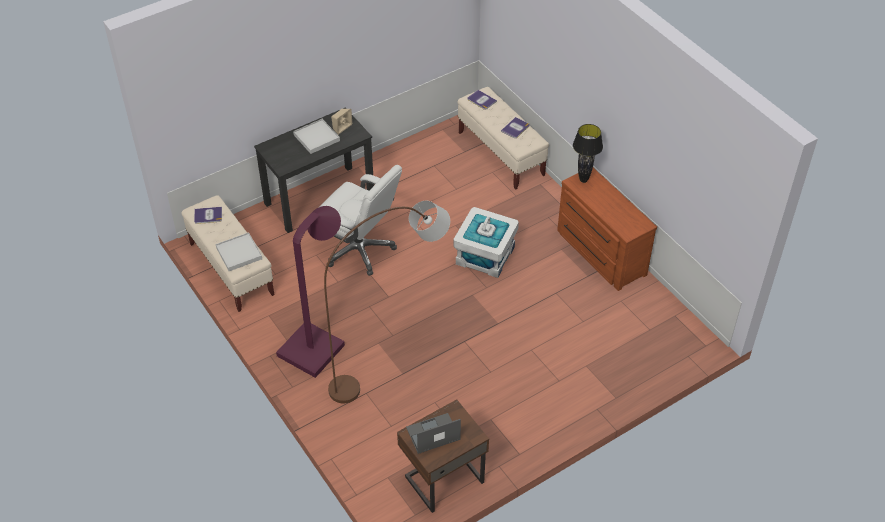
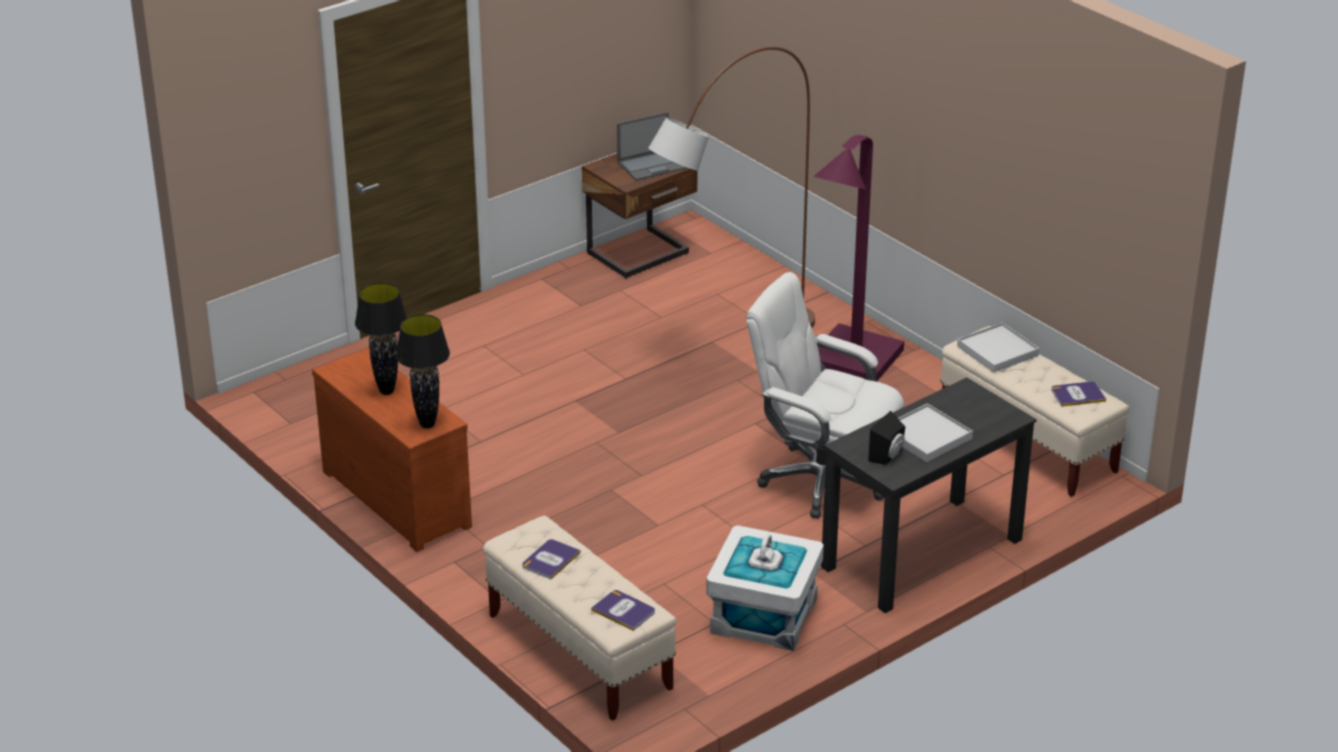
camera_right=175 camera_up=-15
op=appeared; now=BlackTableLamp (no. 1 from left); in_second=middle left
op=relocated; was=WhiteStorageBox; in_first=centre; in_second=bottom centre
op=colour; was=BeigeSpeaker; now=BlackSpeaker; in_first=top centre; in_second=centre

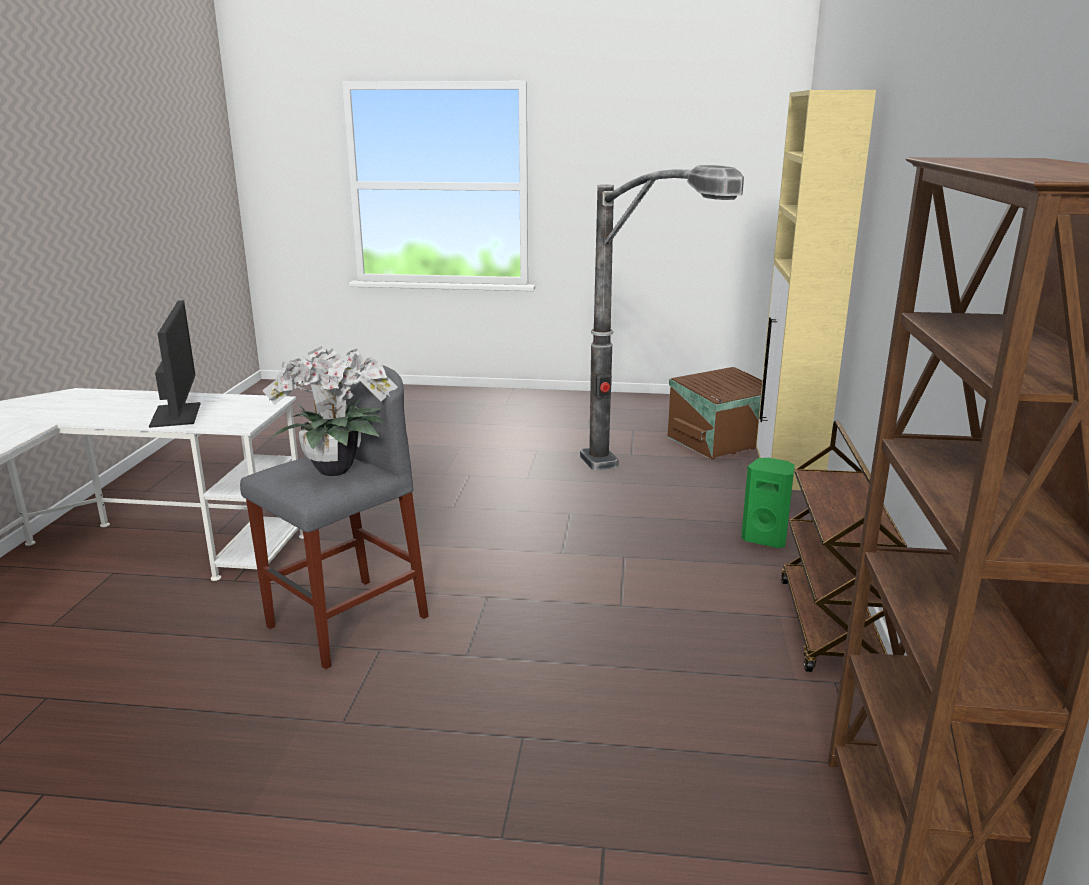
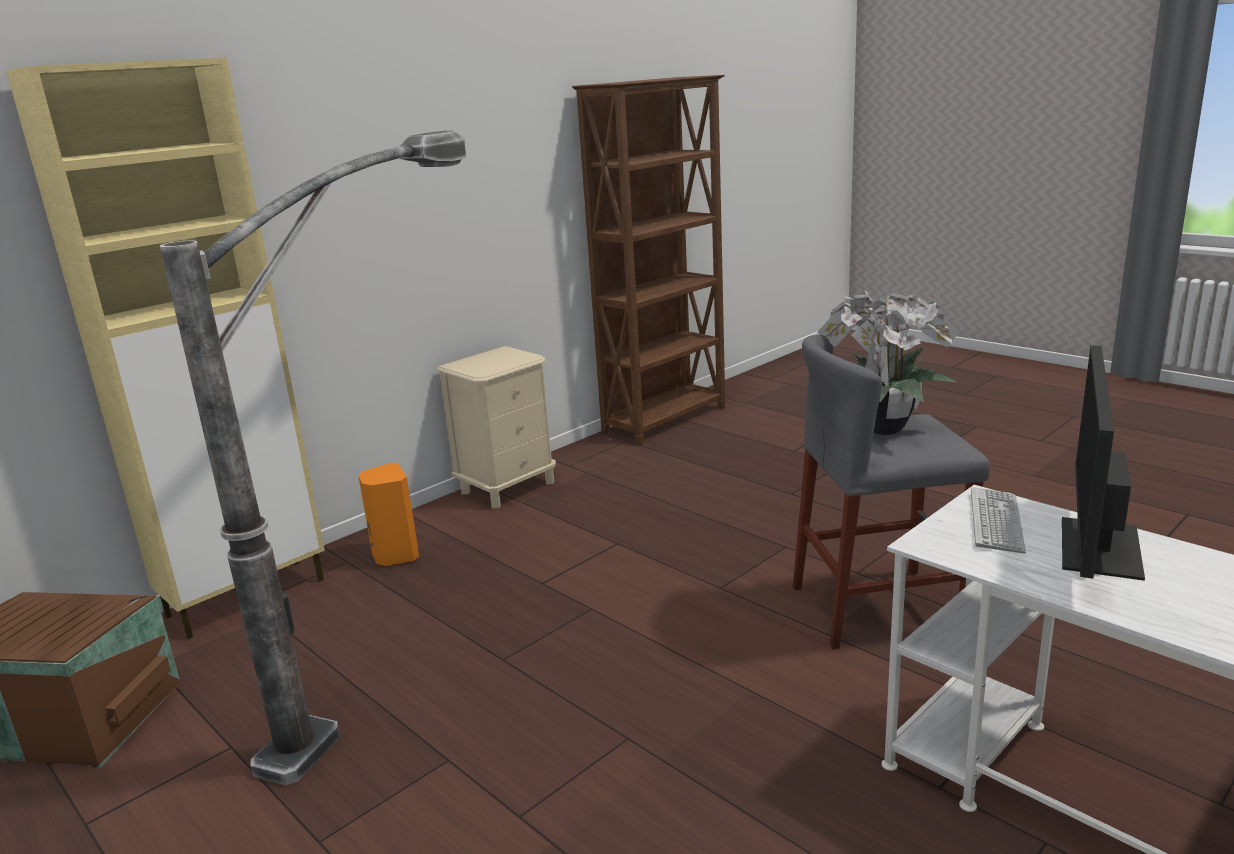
camera_right=-140 camera_up=0
op=colour; was=GreenSpeaker; now=OrangeSpeaker; in_first=middle right; in_second=middle left
op=exchanged; was=BrownCart; now=BeigeNightstand; in_first=middle right; in_second=centre
op=appeared; now=Keyboard; in_second=middle right

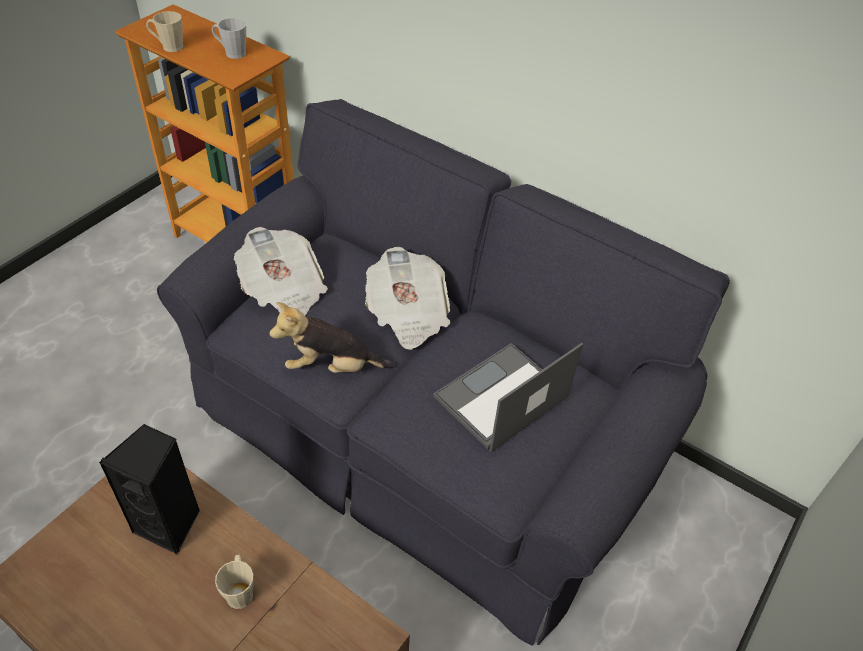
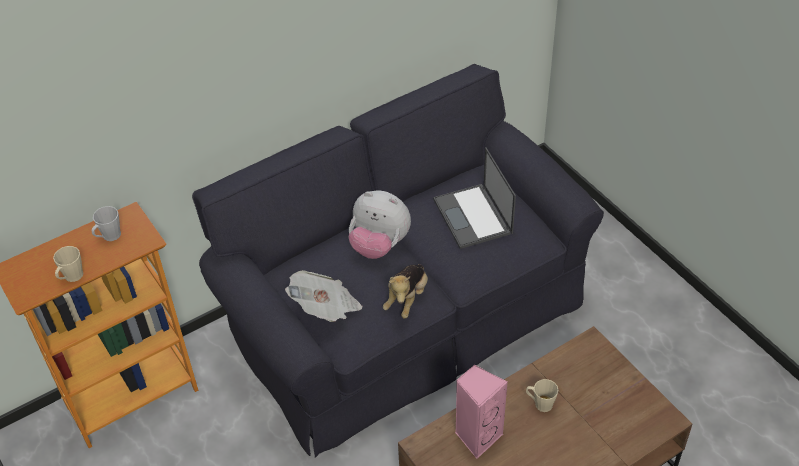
camera_right=-65 camera_up=0
op=exchanged; was=Newspaper (no. 2 from left); now=PlushToy (no. 1 from left); in_first=centre; in_second=centre
op=colour; was=BlackSpeaker; now=PinkSpeaker; in_first=bottom left; in_second=bottom centre

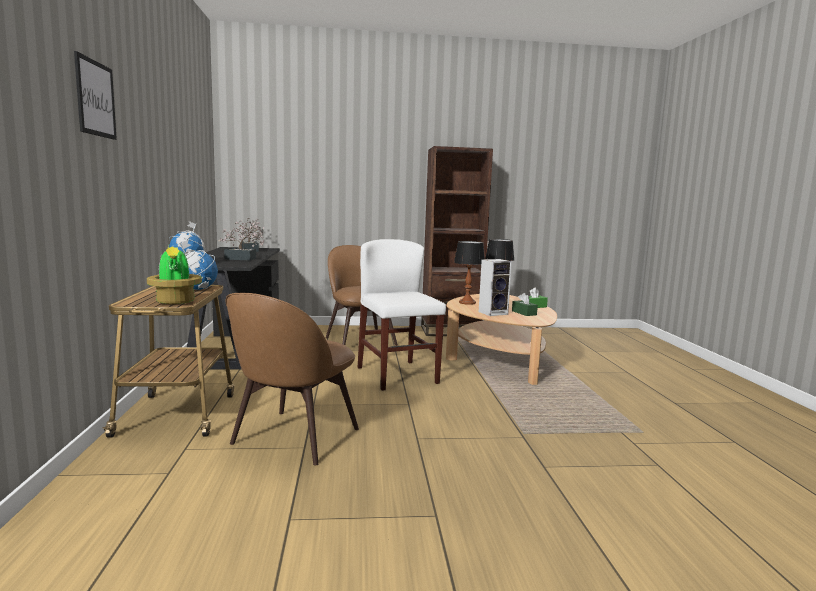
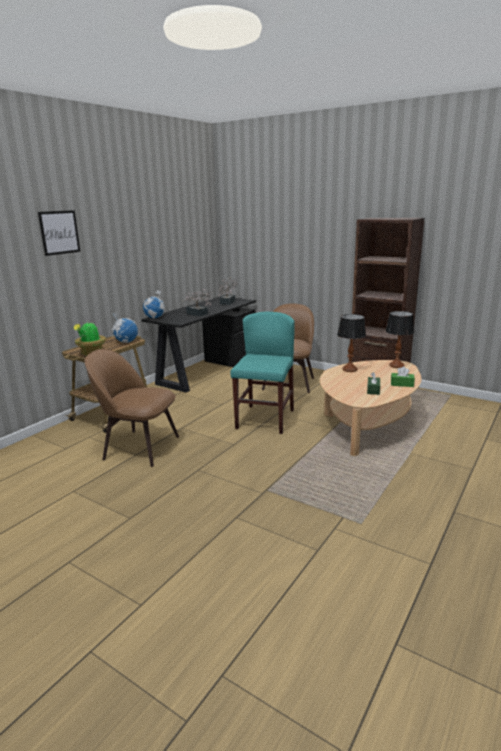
camera_right=40 camera_up=10
op=spun; was=BrownChair (no. 1 from left); in_first=centre; in_second=middle left; clockwise=45
op=colour; was=WhiteChair; now=TurquoiseChair; in_first=centre; in_second=centre
op=missing; was=Speaker; in_first=centre

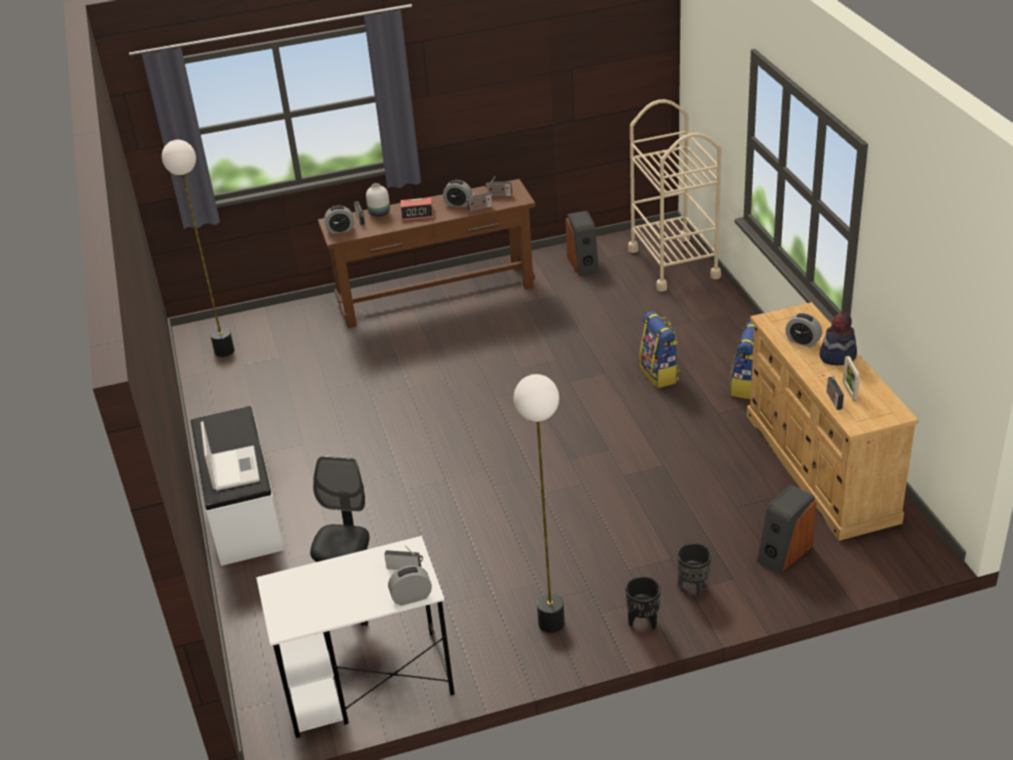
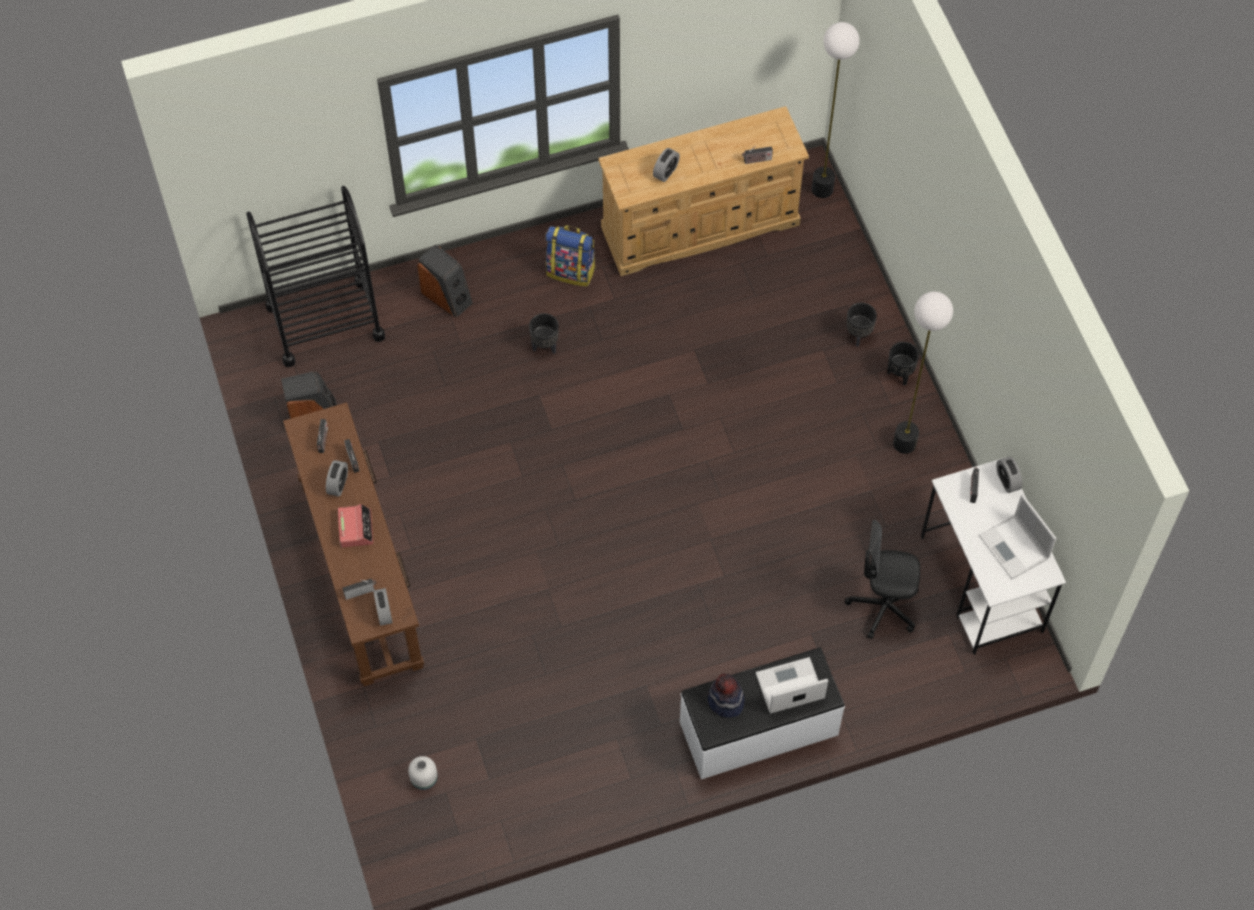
camera_right=-95 camera_up=25
op=colour; was=BeigeCart; now=BlackCart; in_first=top centre; in_second=top left
op=relocated; was=WhiteVase; in_first=top centre; in_second=bottom centre
op=relocated; was=Speaker (no. 2 from left); in_first=bottom right; in_second=top centre
op=exchanged; was=Backpack (no. 1 from left); now=BlackPlanter (no. 1 from left); in_first=centre; in_second=centre
op=relocated; was=Hat; in_first=middle right; in_second=bottom centre
op=relocated; was=FloorLamp (no. 1 from left); in_first=top left; in_second=top right
op=appeared; now=Laptop (no. 2 from left); in_second=middle right
op=missing; was=PictureFrame; in_first=middle right

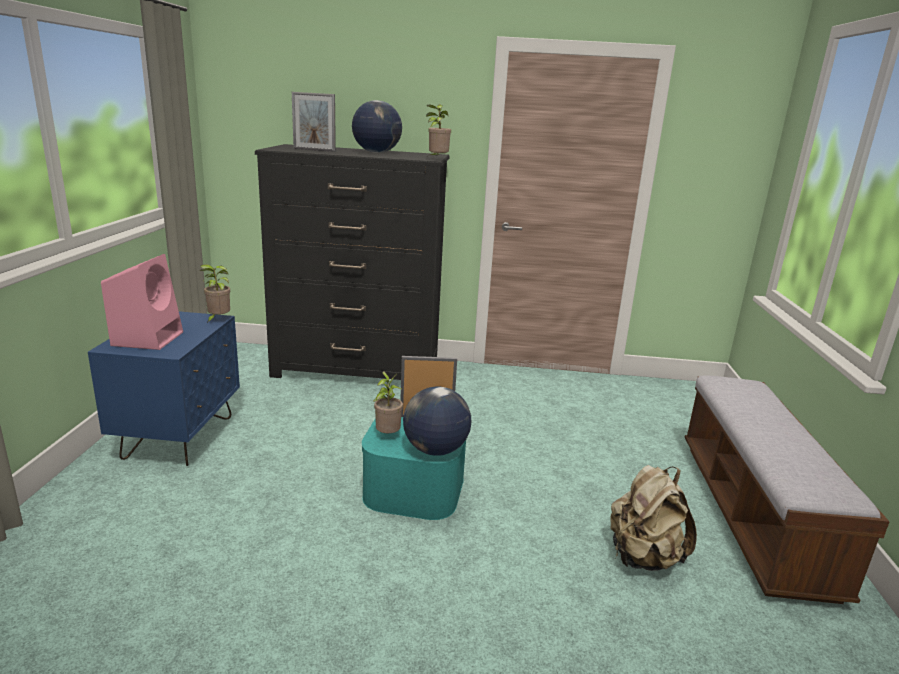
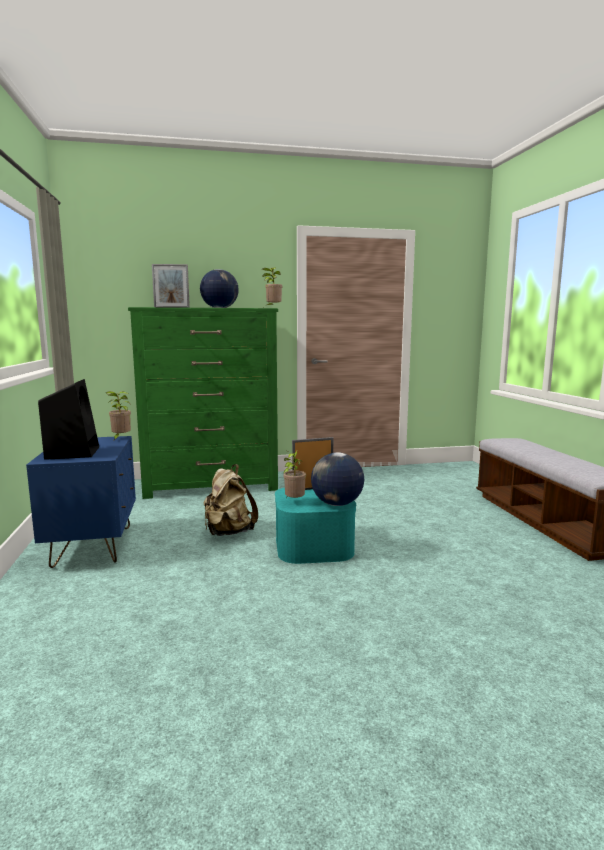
camera_right=-15 camera_up=-10
op=colour; was=PinkSpeaker; now=BlackSpeaker; in_first=middle left; in_second=middle left
op=colour; was=BlackDresser; now=GreenDresser; in_first=centre; in_second=centre
op=relocated; was=BeigeBackpack; in_first=bottom right; in_second=centre

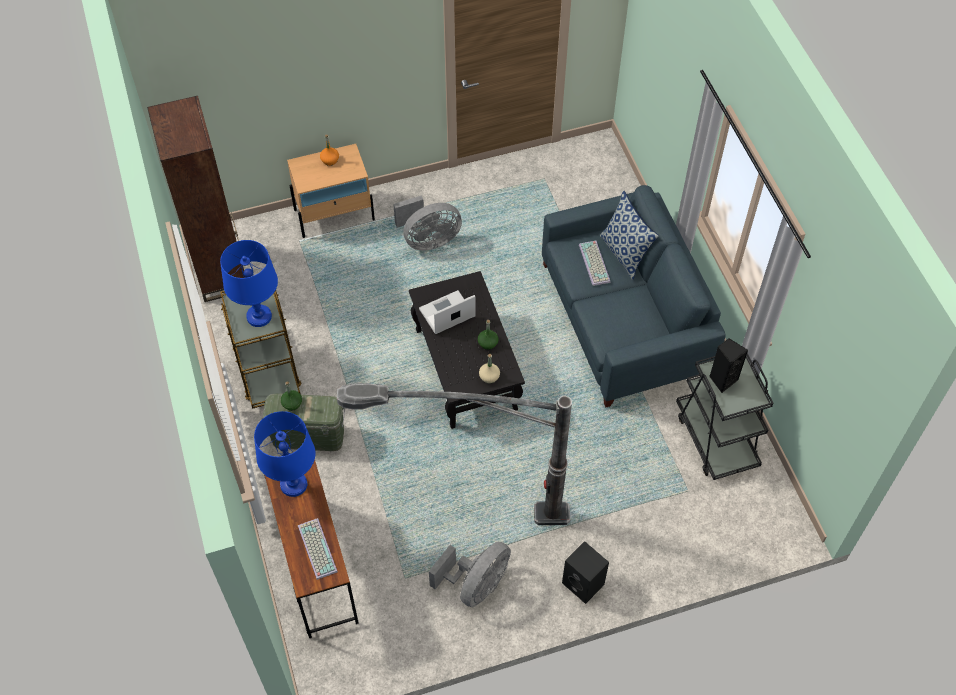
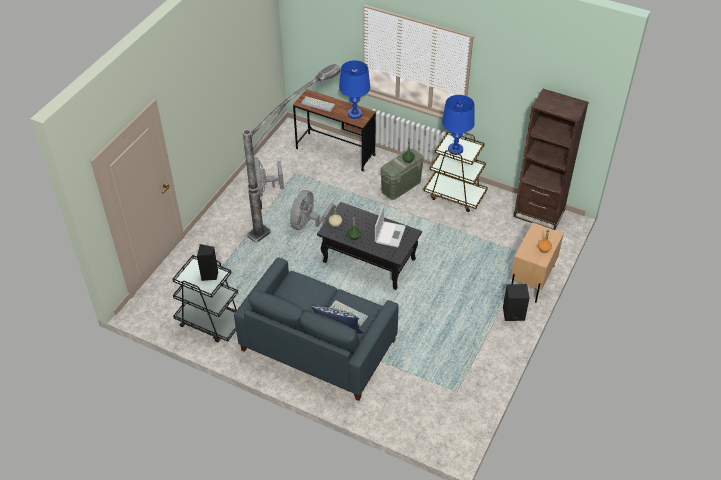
camera_right=135 camera_up=-10
op=relocated; was=GreyFan (no. 1 from left in the first image); now=GreyFan (no. 2 from left); in_first=top centre; in_second=centre
op=relocated; was=BlackSpeaker (no. 1 from left in the first image); now=BlackSpeaker (no. 2 from left); in_first=bottom centre; in_second=middle right

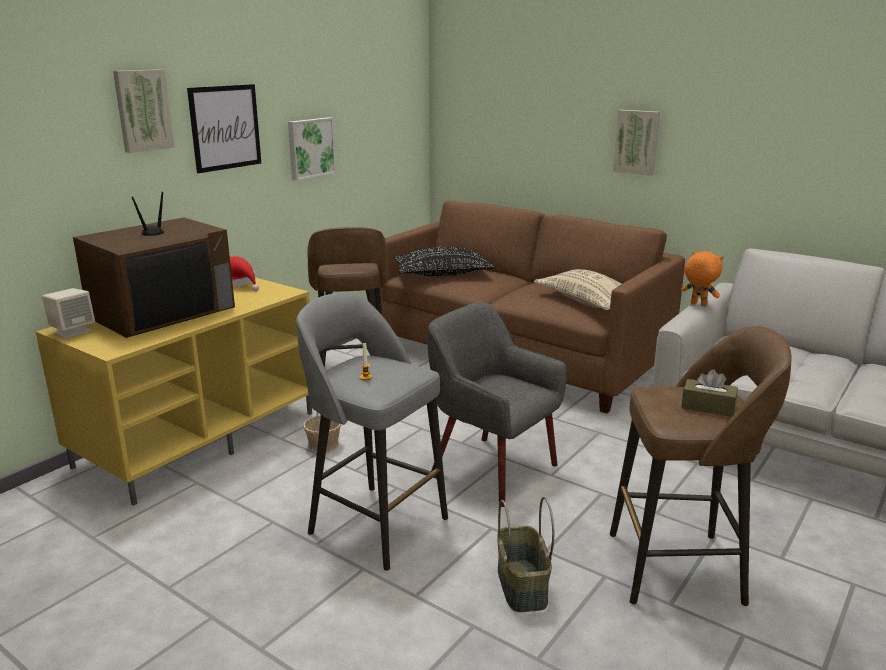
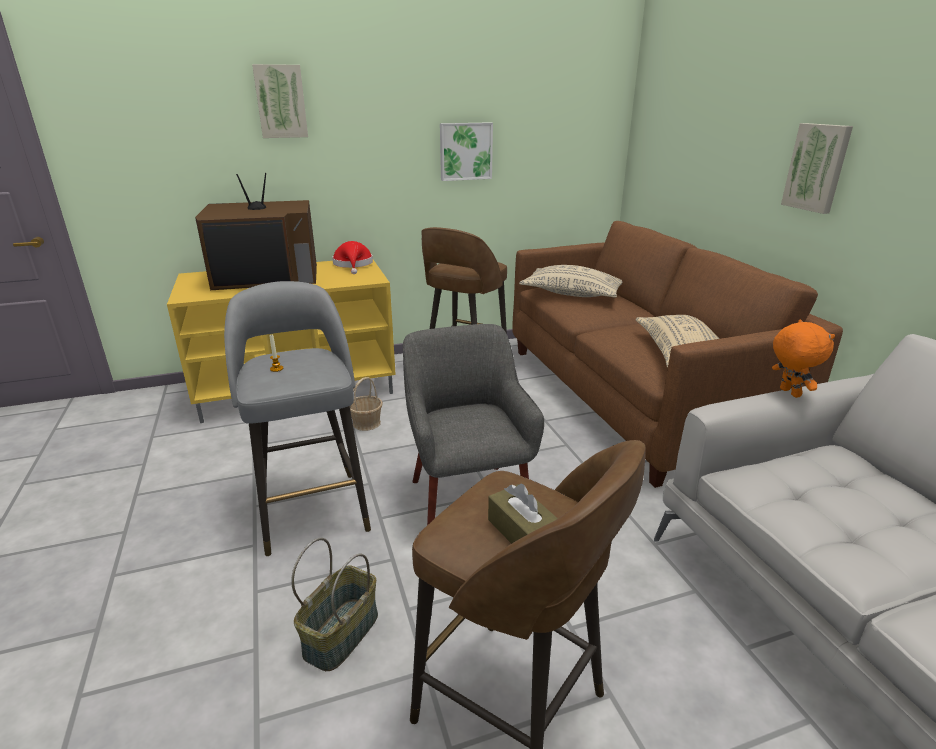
camera_right=35 camera_up=5
op=colour; was=BlackPillow; now=BeigePillow (no. 1 from left); in_first=centre; in_second=centre
op=missing; was=BeigeSpeaker; in_first=middle left
op=missing; was=Picture (no. 2 from left); in_first=top left

